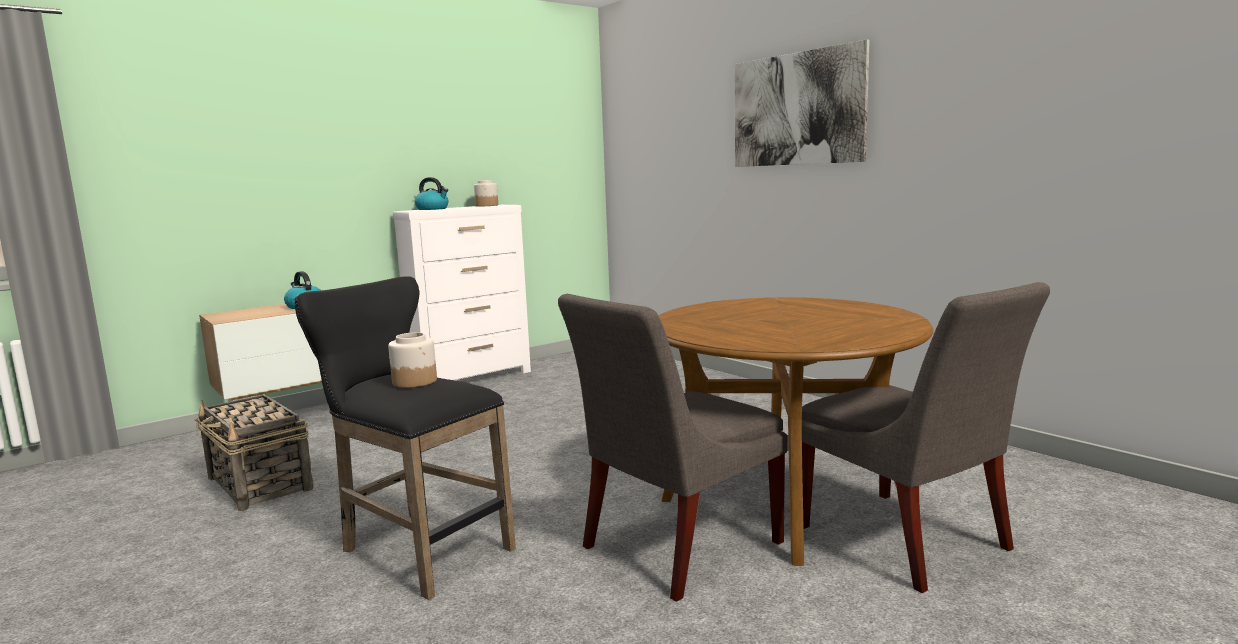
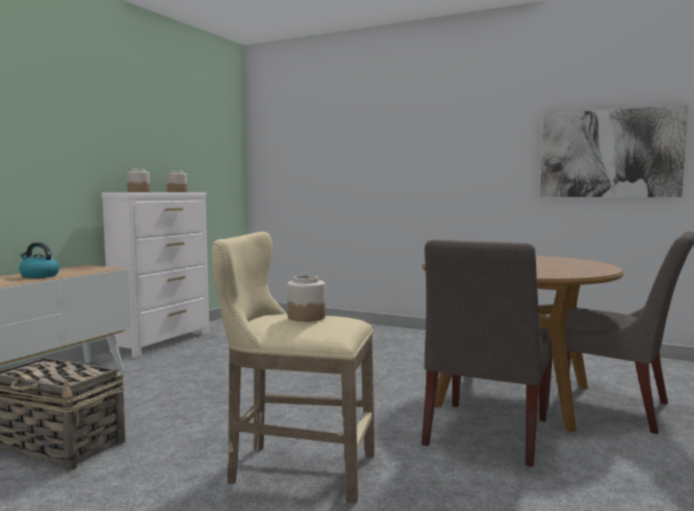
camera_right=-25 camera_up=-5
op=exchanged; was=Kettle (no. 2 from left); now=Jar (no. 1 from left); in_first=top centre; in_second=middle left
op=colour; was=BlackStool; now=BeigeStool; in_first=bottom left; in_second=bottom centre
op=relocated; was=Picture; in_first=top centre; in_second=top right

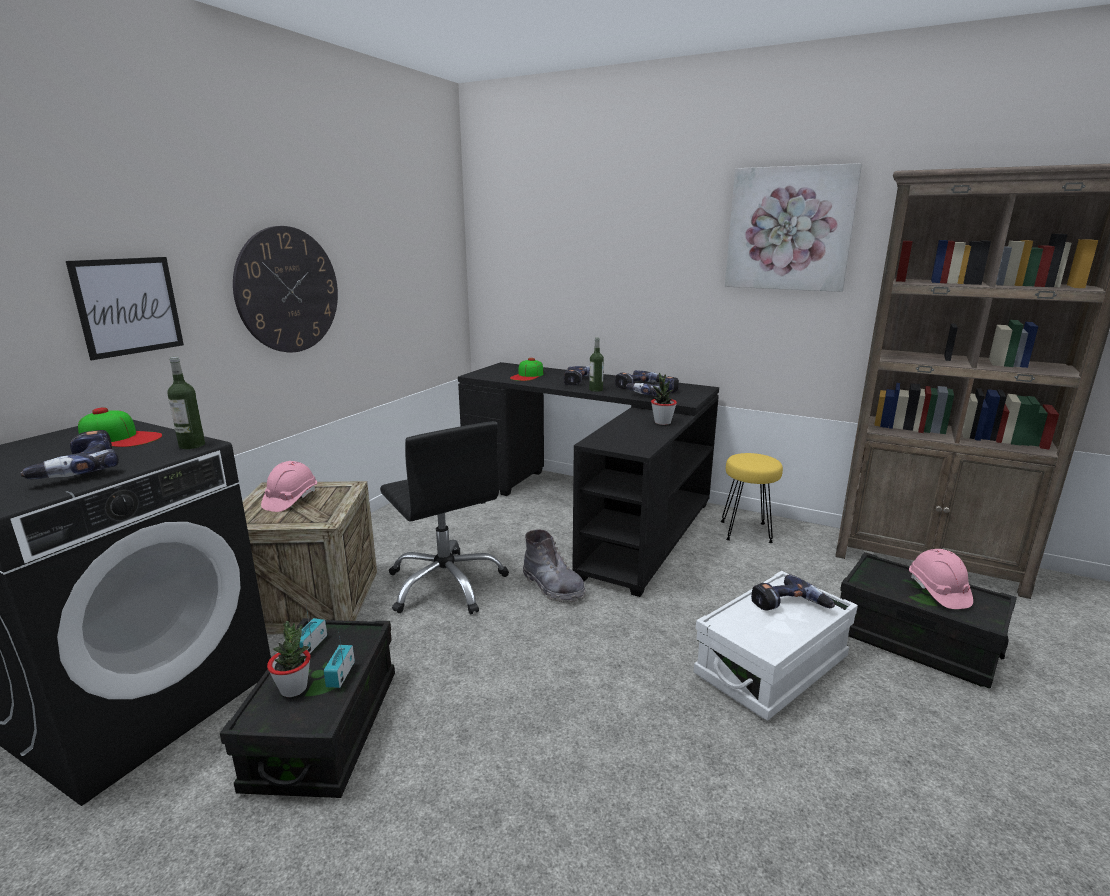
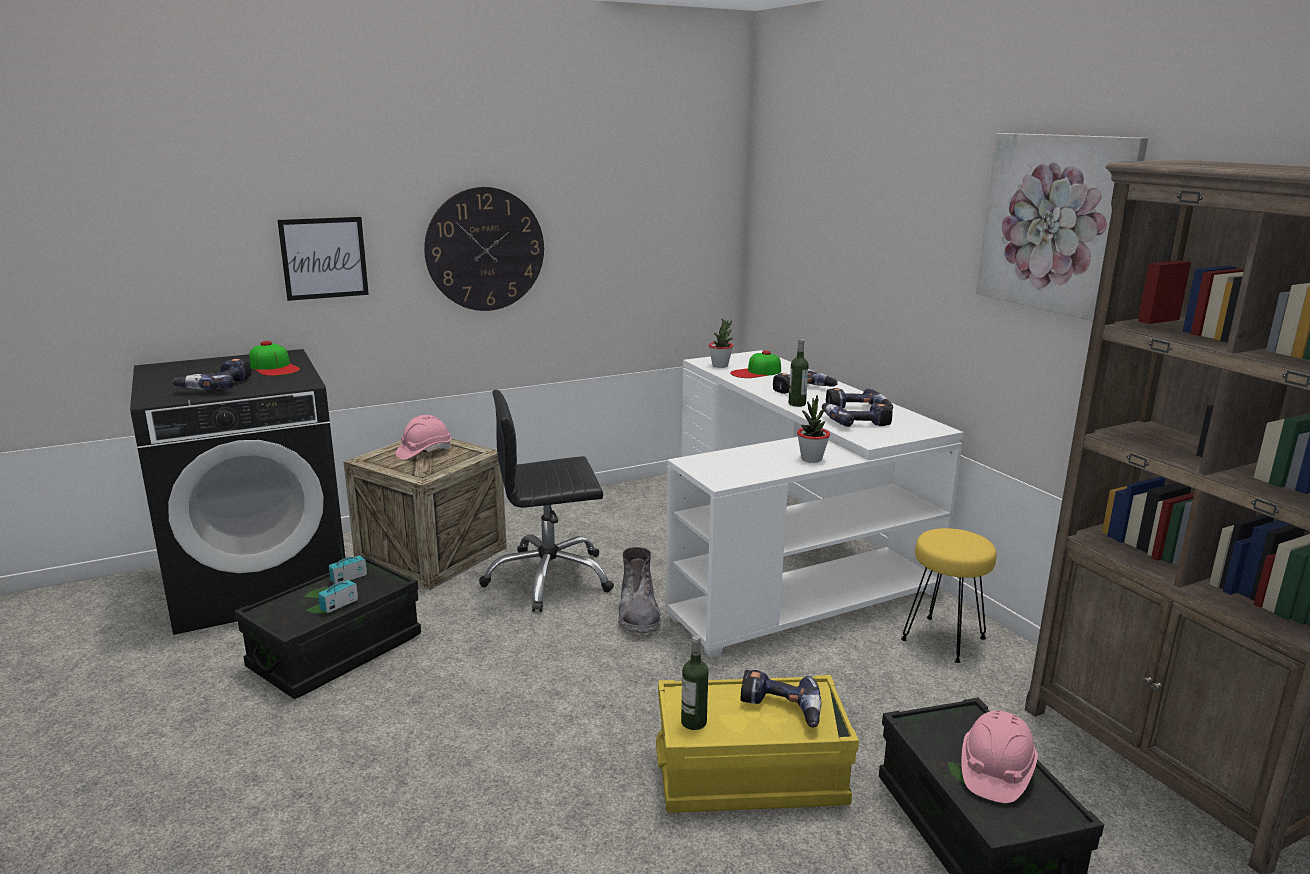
camera_right=35 camera_up=0
op=spun; was=BlackOfficeChair; in_first=centre; in_second=centre; clockwise=75
op=colour; was=WhiteStorageBox; now=YellowStorageBox; in_first=bottom right; in_second=bottom centre
op=colour; was=BlackDesk; now=WhiteDesk; in_first=centre; in_second=centre
op=relocated; was=Bottle (no. 1 from left); in_first=middle left; in_second=bottom centre
op=relocated; was=PottedPlant (no. 1 from left); in_first=bottom left; in_second=centre

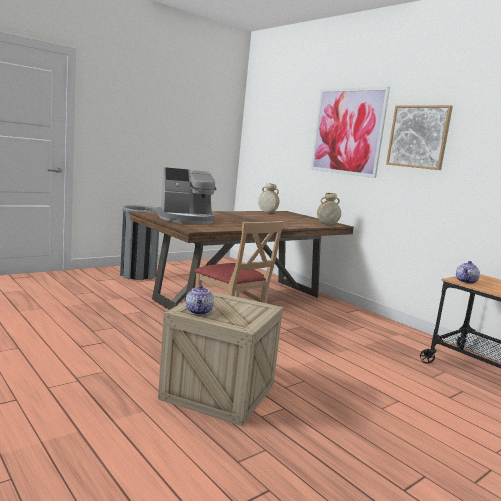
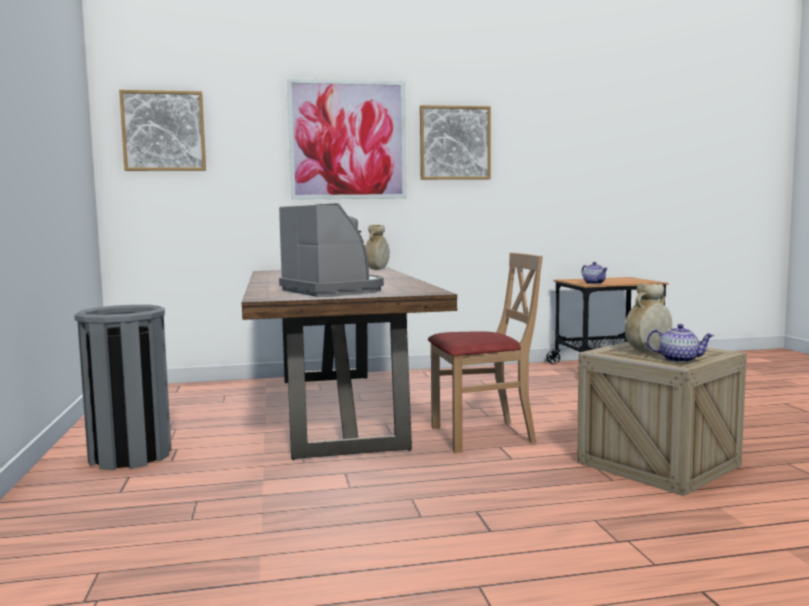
camera_right=-60 camera_up=-5
op=appeared; now=Picture (no. 1 from left); in_second=top left
op=spun; was=CoffeeMachine; in_first=centre; in_second=centre; clockwise=-45
op=relocated; was=BeigeVase (no. 1 from left in the first image); now=BeigeVase (no. 2 from left); in_first=centre; in_second=middle right

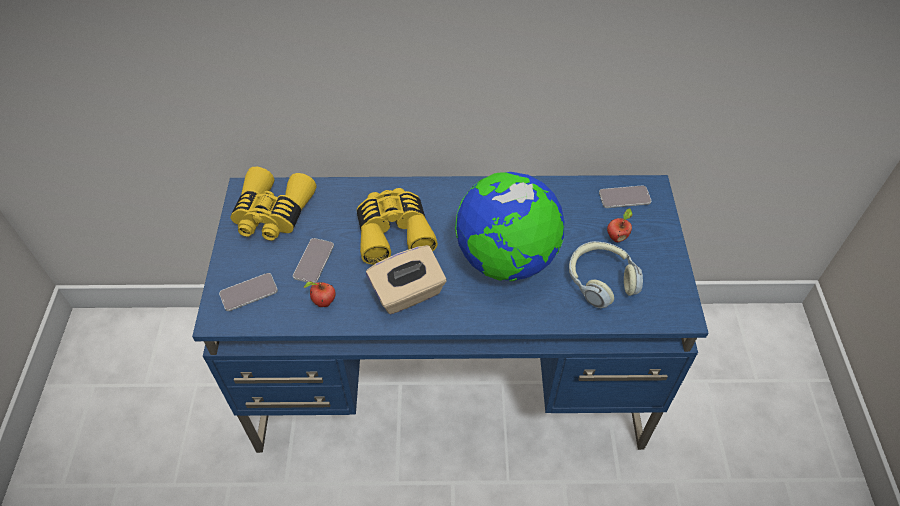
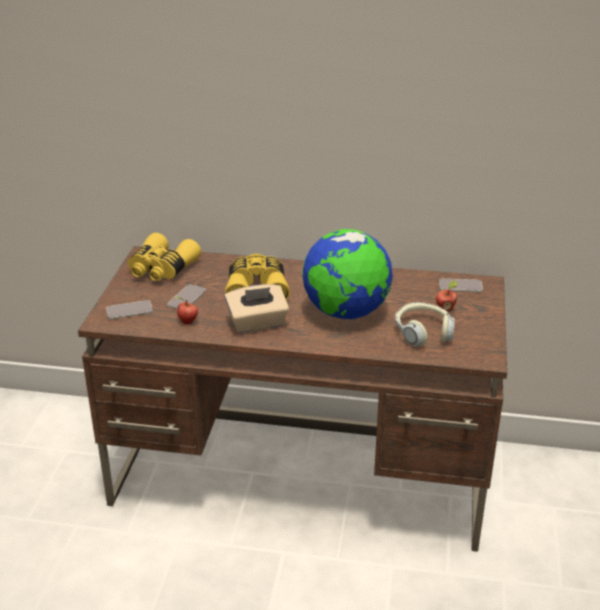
camera_right=10 camera_up=-20
op=colour; was=BlueDesk; now=BrownDesk; in_first=centre; in_second=centre

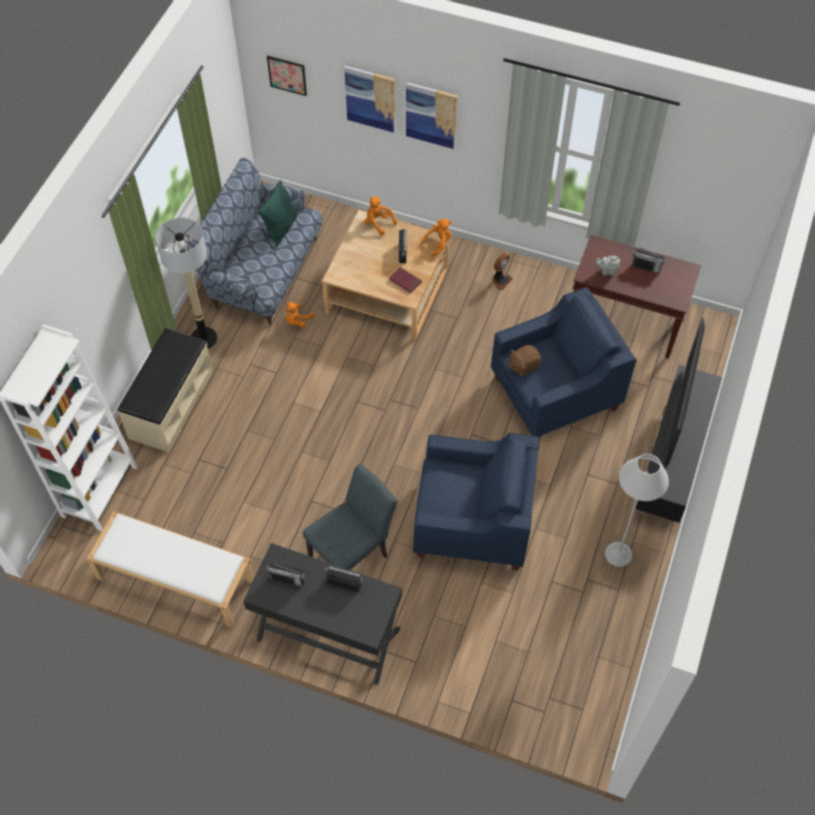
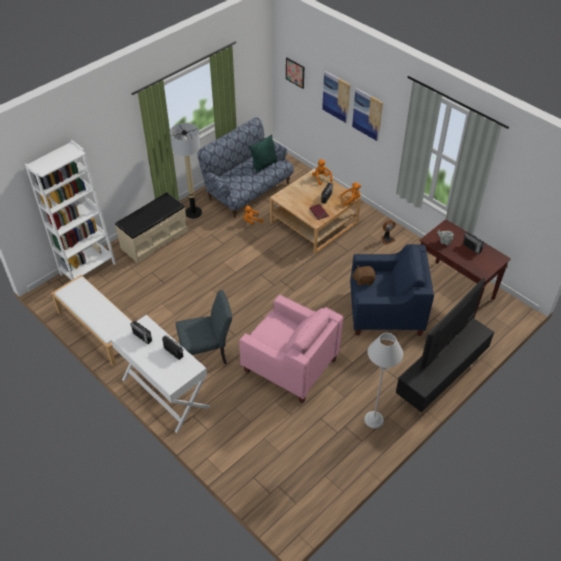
camera_right=25 camera_up=-10
op=colour; was=BlackDesk; now=WhiteDesk; in_first=bottom centre; in_second=bottom left
op=colour; was=BlueArmchair (no. 1 from left); now=PinkArmchair; in_first=centre; in_second=centre

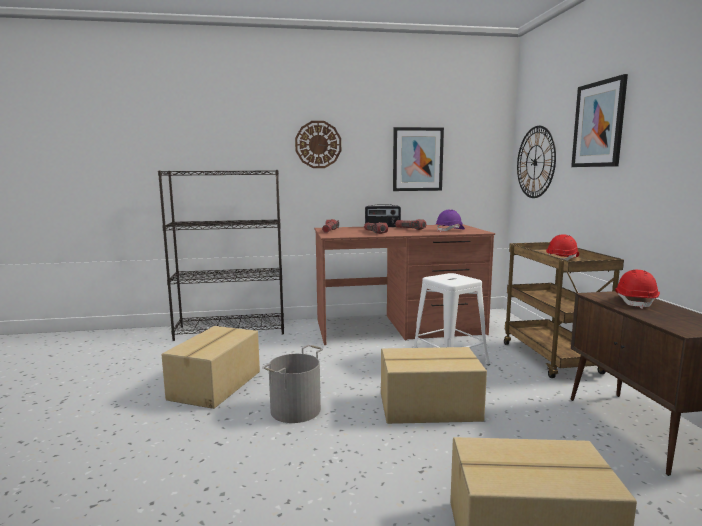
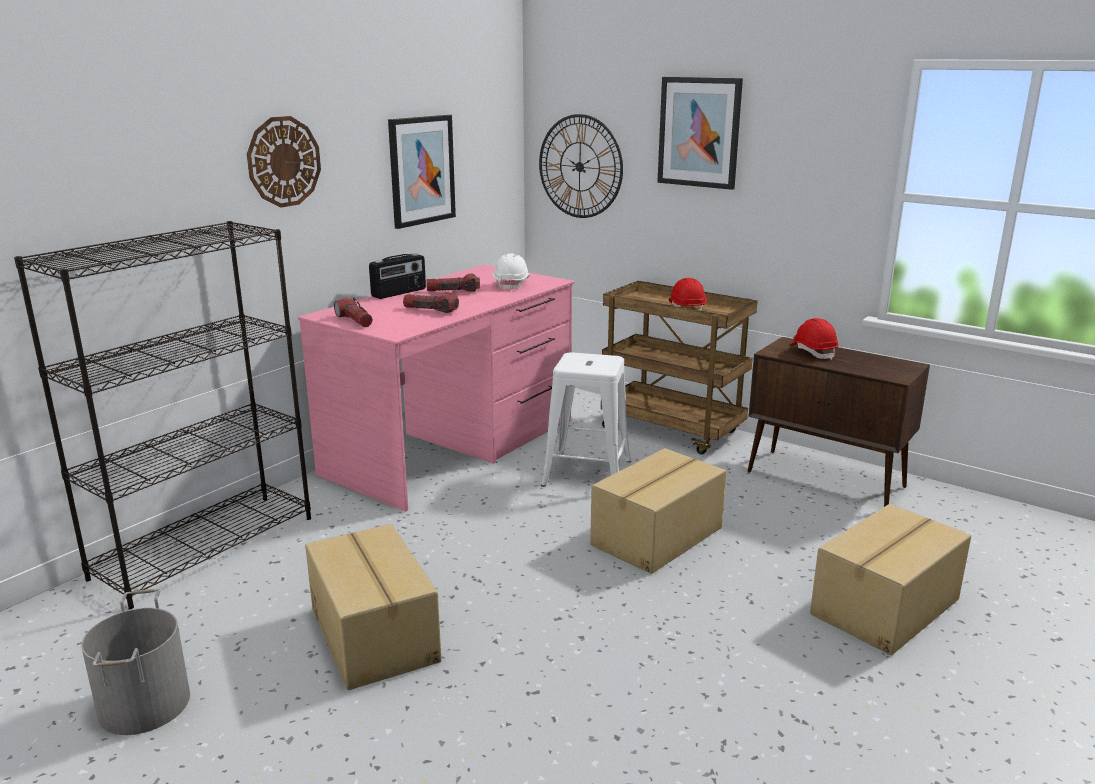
camera_right=-45 camera_up=10
op=relocated; was=GreyBucket; in_first=bottom centre; in_second=bottom left
op=colour; was=BrownDesk; now=PinkDesk; in_first=centre; in_second=centre
op=colour; was=PurpleHardHat; now=WhiteHardHat; in_first=centre; in_second=centre

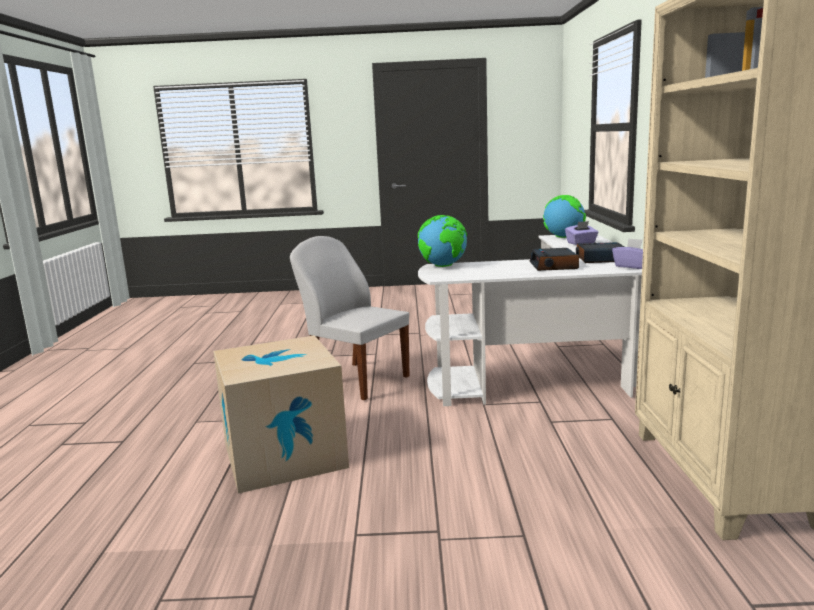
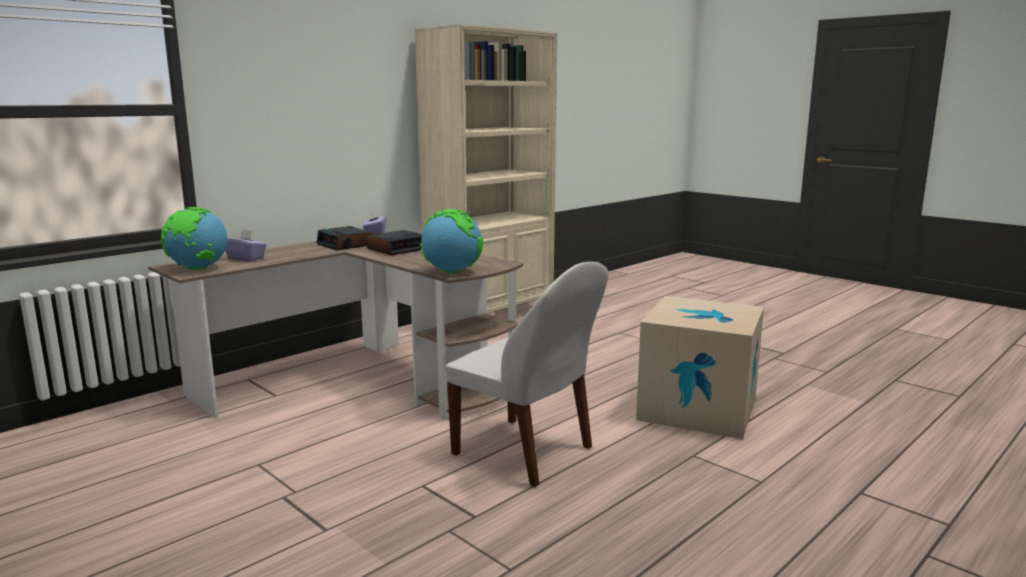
camera_right=-135 camera_up=0
op=colour; was=WhiteDesk; now=BrownDesk; in_first=centre; in_second=middle left
op=spun; was=WhiteChair; in_first=centre; in_second=centre; clockwise=-45

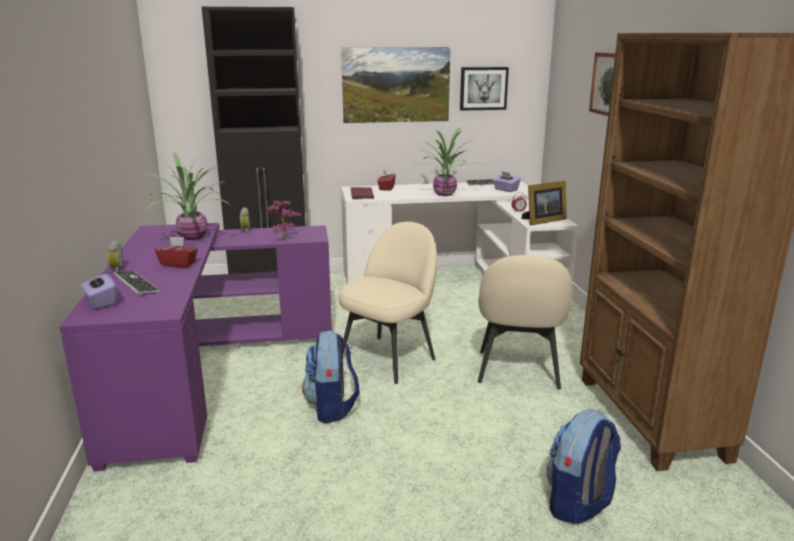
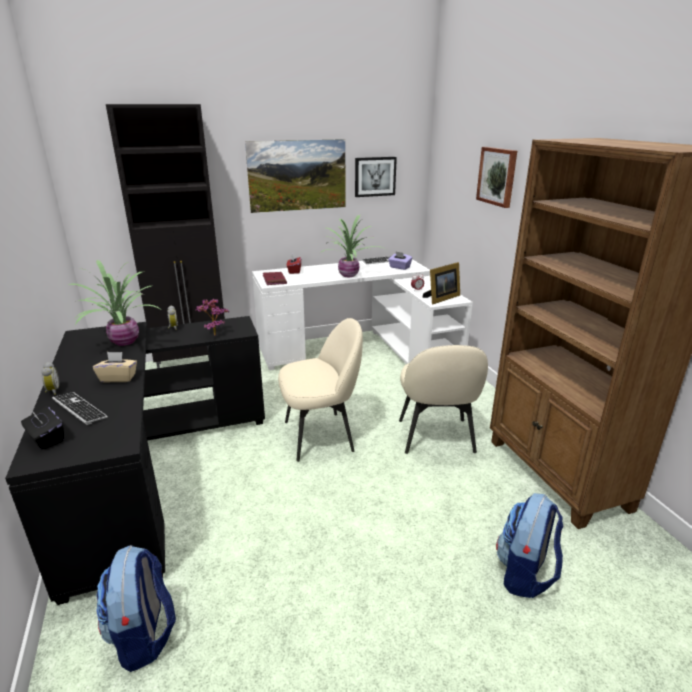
camera_right=-10 camera_up=5
op=colour; was=PurpleDesk; now=BlackDesk; in_first=middle left; in_second=middle left
op=colour; was=PurpleTissueBox (no. 1 from left); now=BlackTissueBox; in_first=middle left; in_second=middle left
op=colour; was=RedTissueBox (no. 1 from left); now=BeigeTissueBox; in_first=middle left; in_second=middle left
op=relocated; was=Backpack (no. 1 from left); in_first=bottom centre; in_second=bottom left
op=spun; was=BeigeChair (no. 1 from left); in_first=centre; in_second=centre; clockwise=45

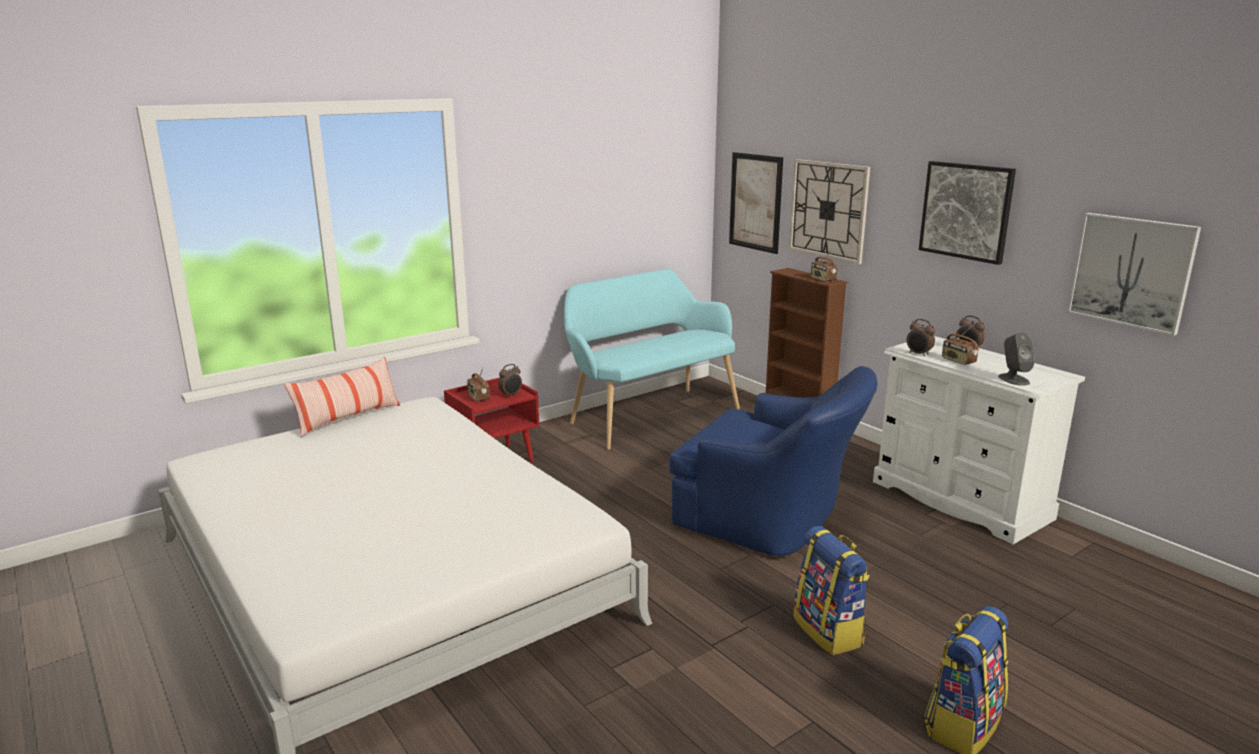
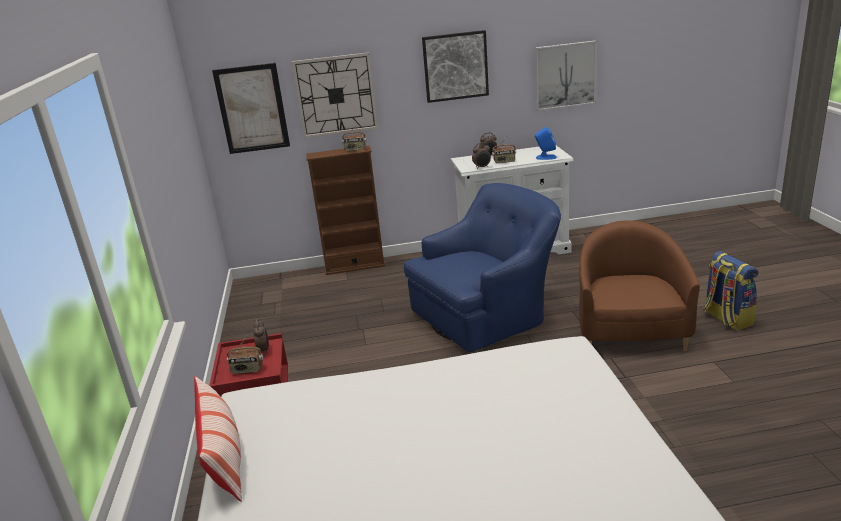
camera_right=-60 camera_up=5
op=colour; was=GreySpeaker; now=BlueSpeaker; in_first=middle right; in_second=top centre
op=exchanged; was=Backpack (no. 1 from left); now=BrownArmchair; in_first=bottom centre; in_second=middle right
op=missing; was=TurquoiseBench; in_first=centre

